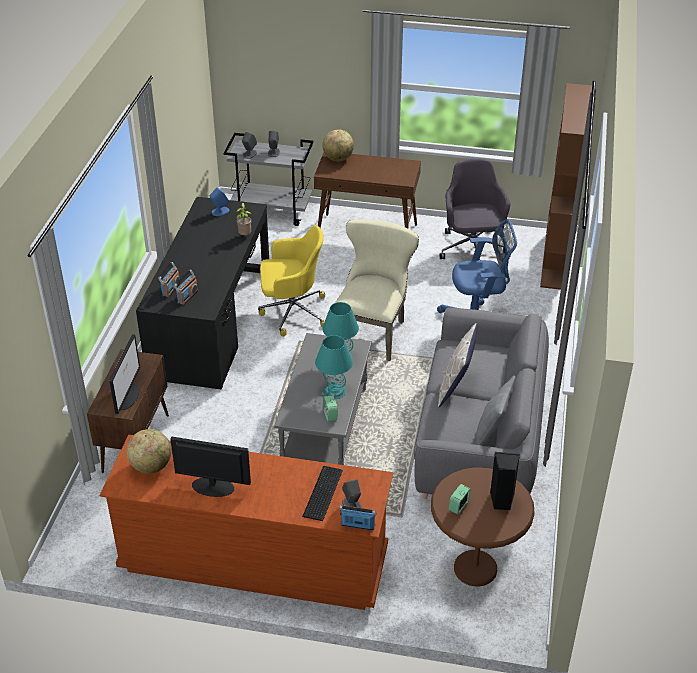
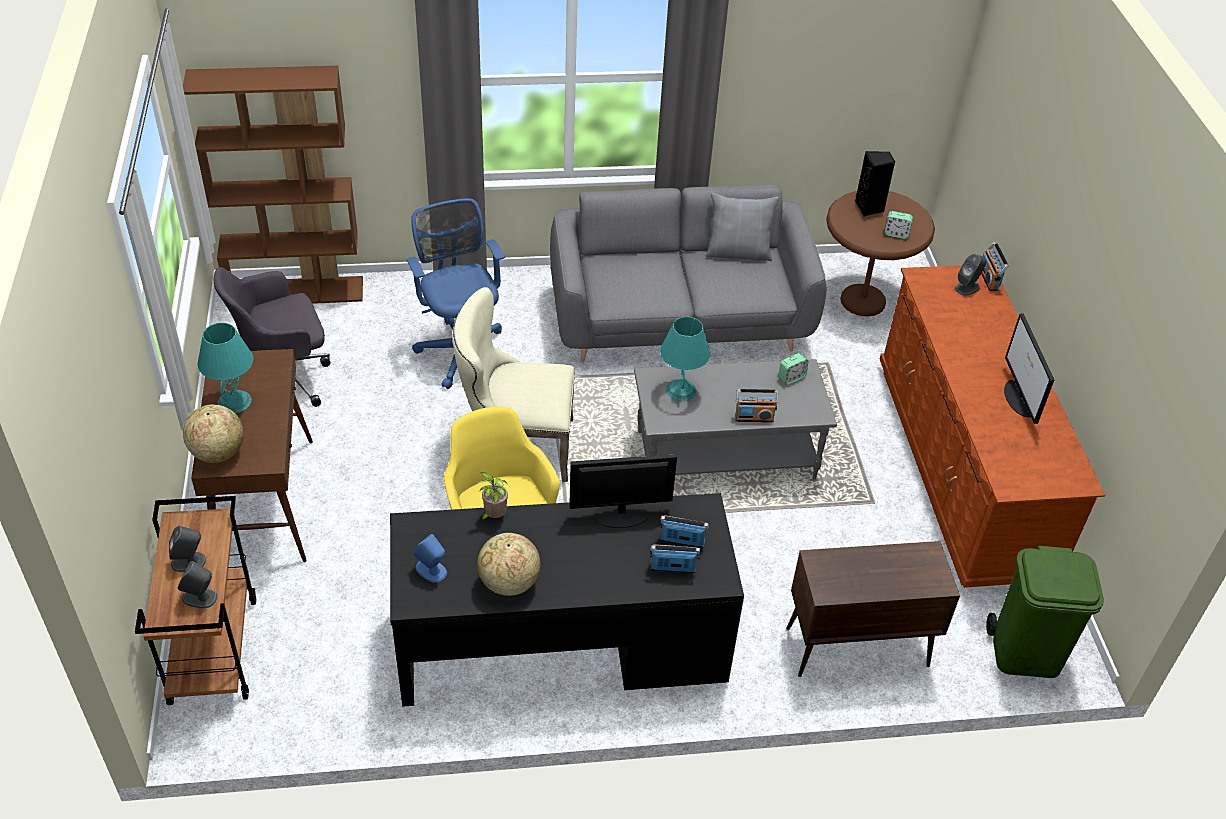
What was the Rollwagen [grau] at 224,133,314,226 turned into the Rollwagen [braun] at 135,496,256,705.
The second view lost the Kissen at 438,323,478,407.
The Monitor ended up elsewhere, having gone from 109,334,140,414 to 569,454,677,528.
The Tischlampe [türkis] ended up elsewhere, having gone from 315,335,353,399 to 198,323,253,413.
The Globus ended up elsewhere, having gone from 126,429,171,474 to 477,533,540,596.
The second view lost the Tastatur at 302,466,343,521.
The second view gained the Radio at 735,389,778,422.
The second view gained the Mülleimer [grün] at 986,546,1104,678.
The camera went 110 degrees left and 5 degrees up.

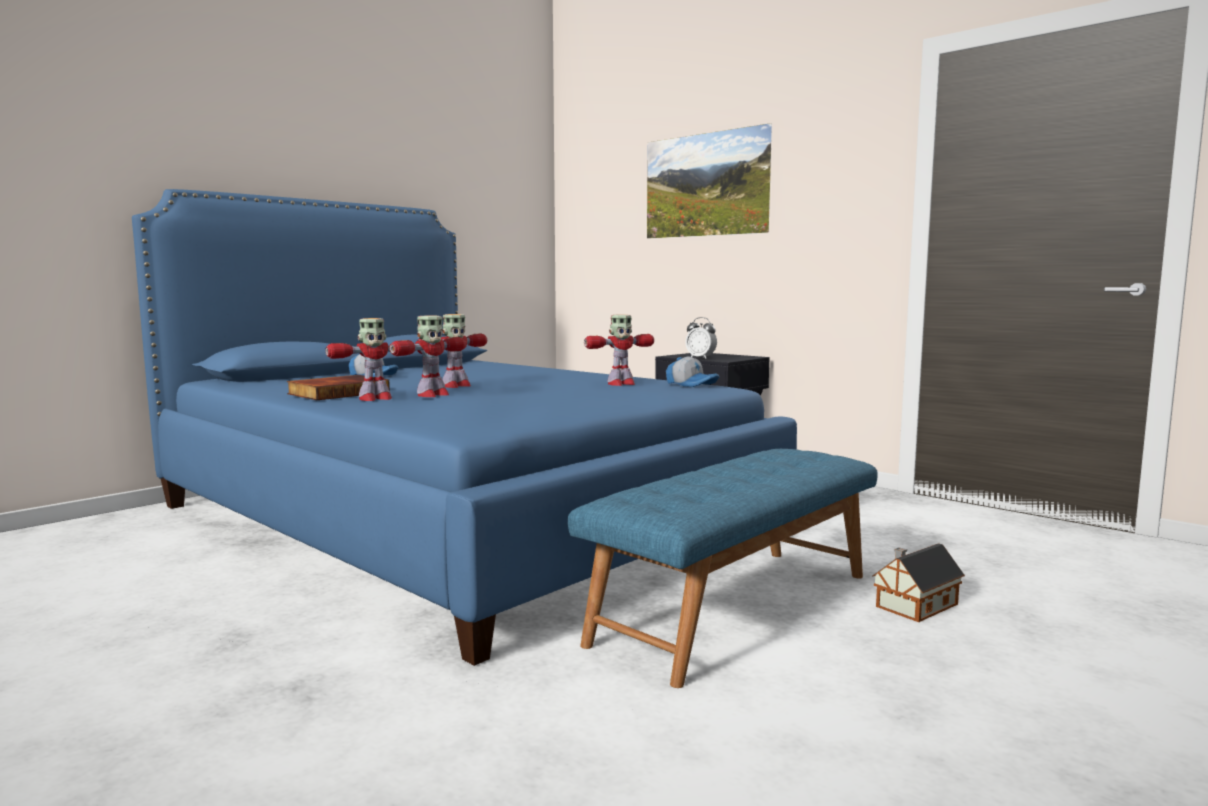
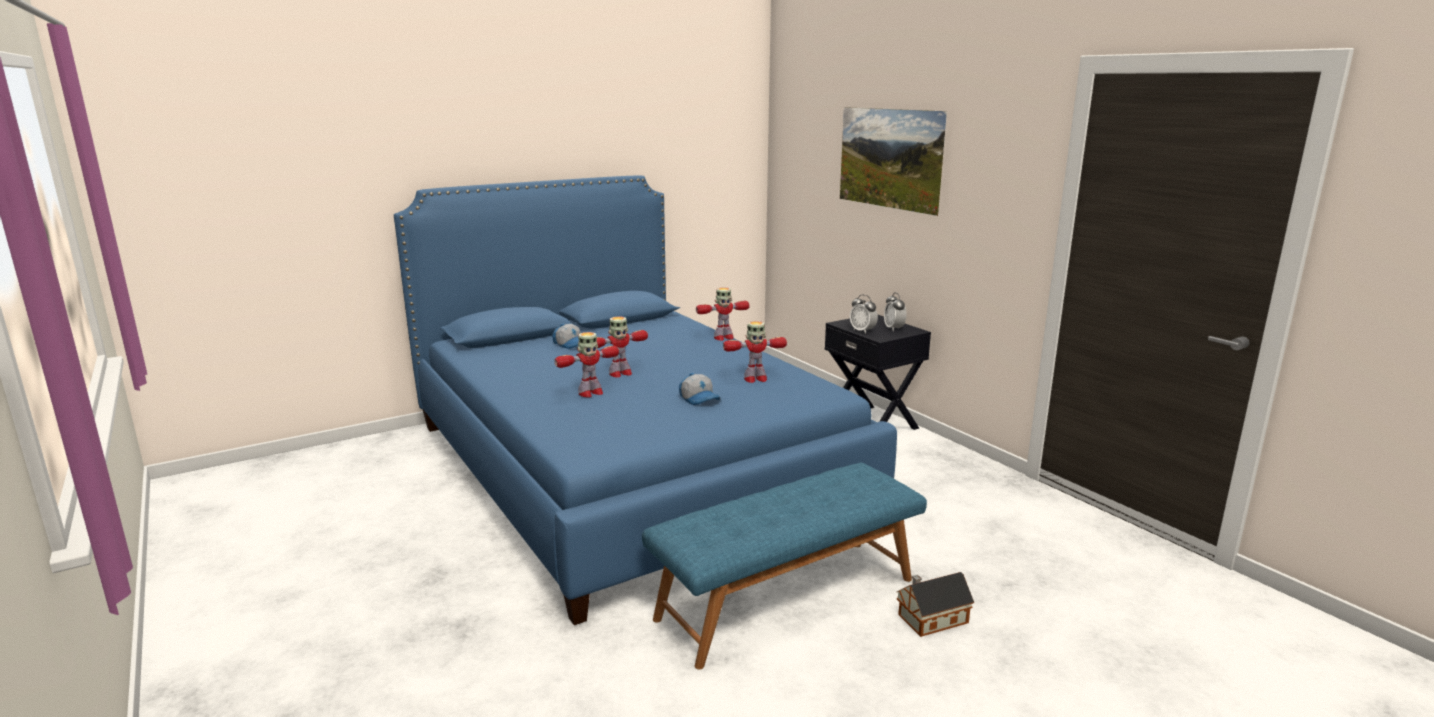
The Spielzeugroboter ended up elsewhere, having gone from 326,318,415,401 to 696,288,750,341.
The Kappe ended up elsewhere, having gone from 666,356,720,387 to 679,373,720,405.
The second view lost the Buch at 287,375,390,400.
The second view gained the Wecker at 884,292,907,331.
The camera went 15 degrees right and 10 degrees up.

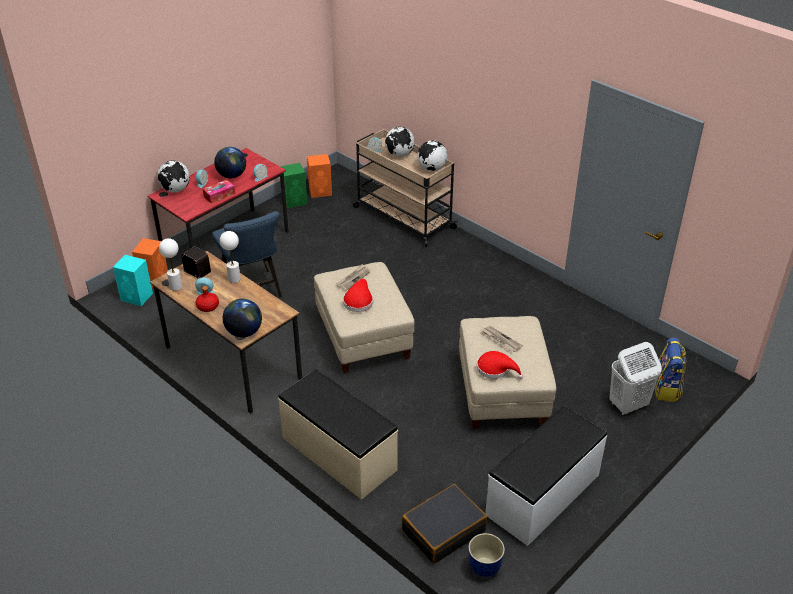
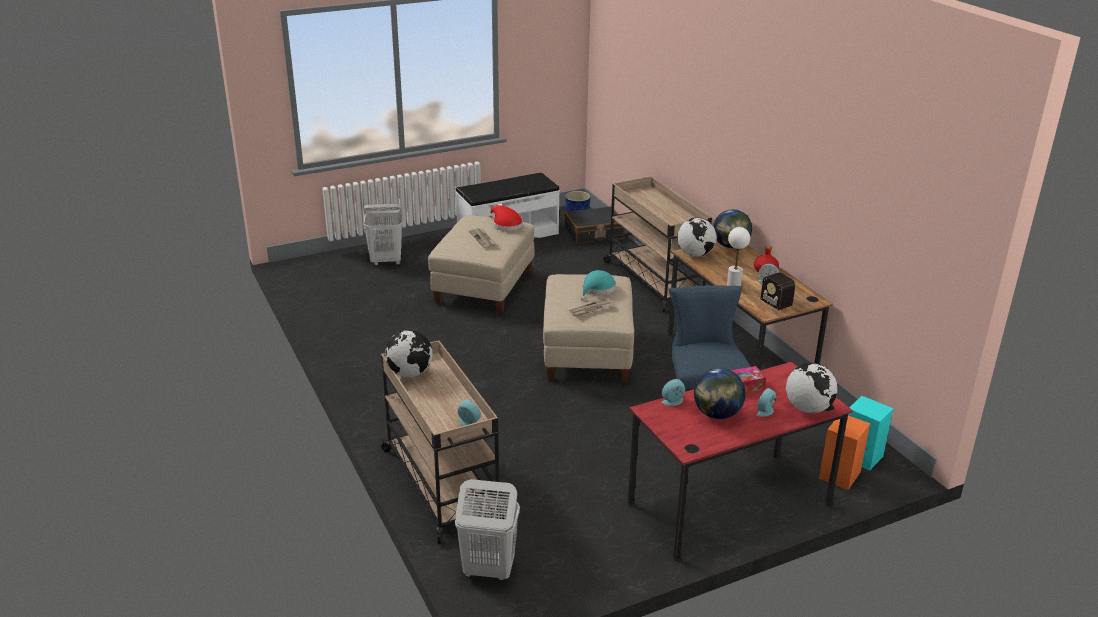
The Globus ended up elsewhere, having gone from 385,127,415,157 to 677,218,717,257.
The second view lost the Lautsprecher [orange] at 307,154,332,198.
The second view lost the Lautsprecher [grün] at 280,163,307,208.
The second view lost the Tischlampe [weiß] at 159,238,182,291.
What was the Hut [rot] at 343,279,373,312 turned into the Hut [türkis] at 581,270,616,301.
The second view lost the Rucksack at 655,338,687,402.
Where the Bank [beige] stood at 278,369,398,500, the Rollwagen [beige] came to stand at 603,176,712,313.
The second view gained the Wäschekorb [weiß] at 455,479,520,581.
The camera went 160 degrees left and 10 degrees down.

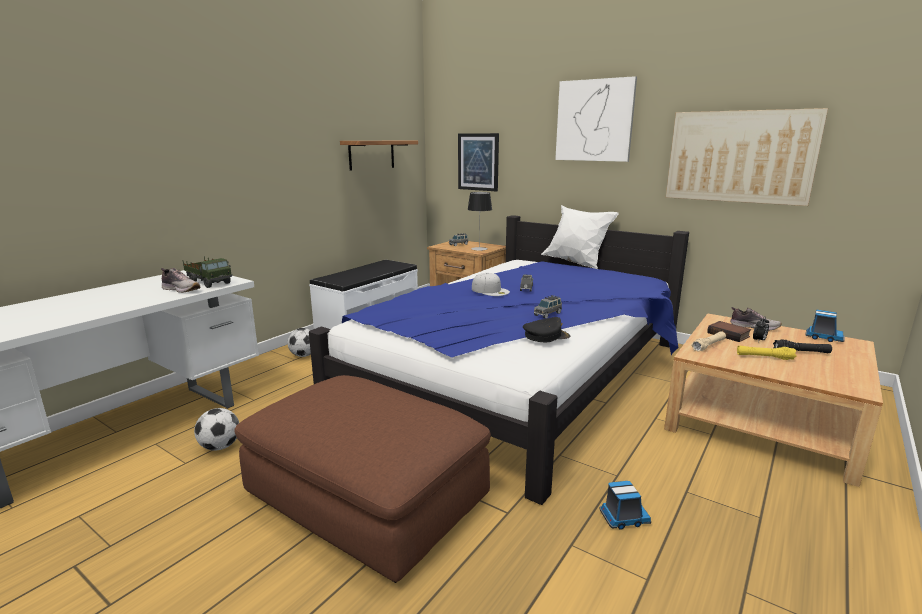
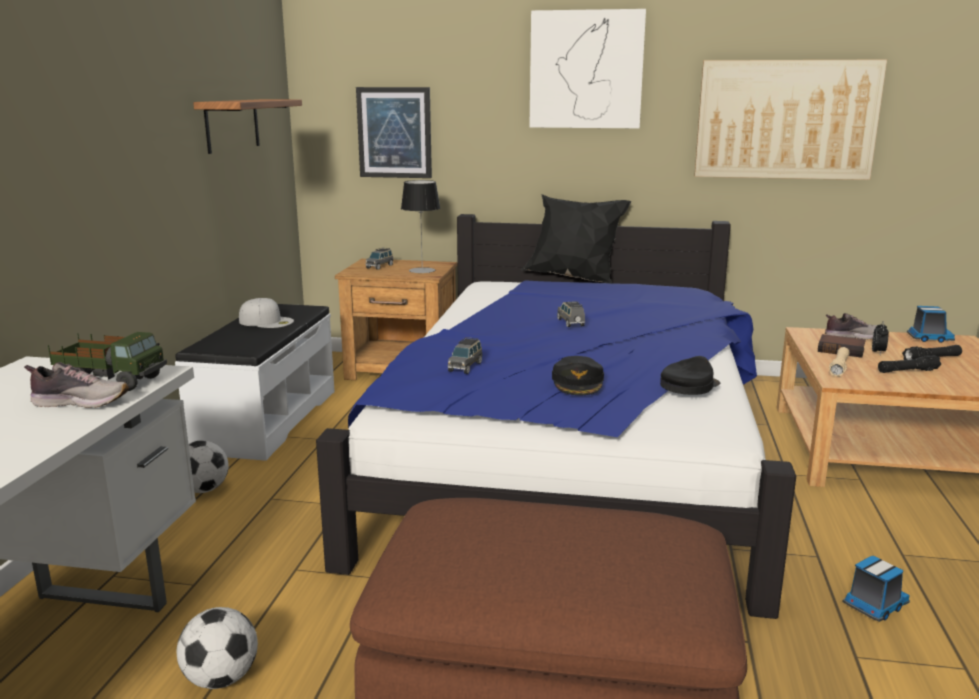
What was the Kissen [weiß] at 541,205,619,269 turned into the Kissen [schwarz] at 521,194,631,284.
The Kappe [weiß] ended up elsewhere, having gone from 472,273,510,296 to 239,298,294,328.
The Spielzeugauto [grau] ended up elsewhere, having gone from 534,295,562,319 to 448,337,482,374.
What was the Taschenlampe [gelb] at 737,346,796,360 turned into the Taschenlampe [schwarz] at 878,355,941,373.
The second view gained the Kappe [schwarz] at 552,356,604,395.
The camera went 25 degrees left and 0 degrees up.

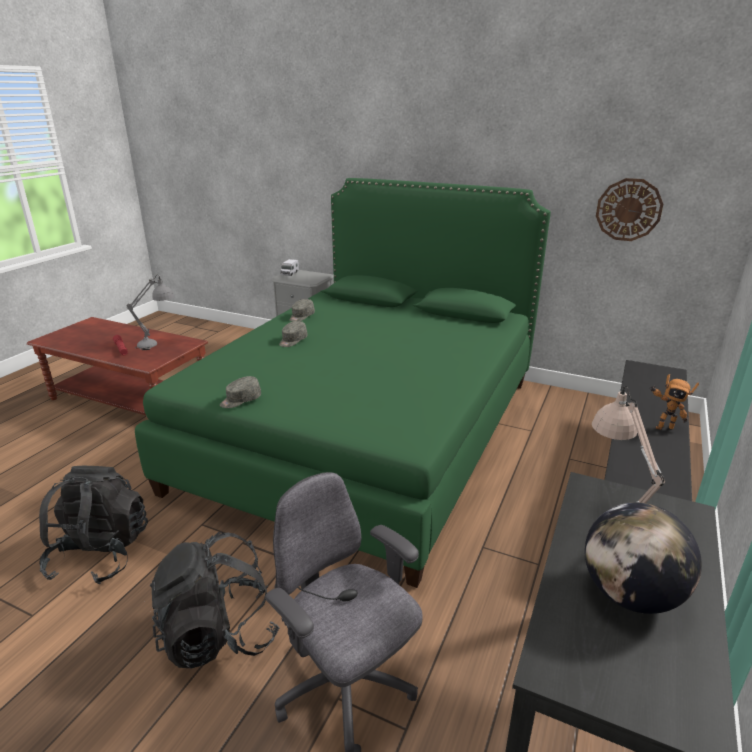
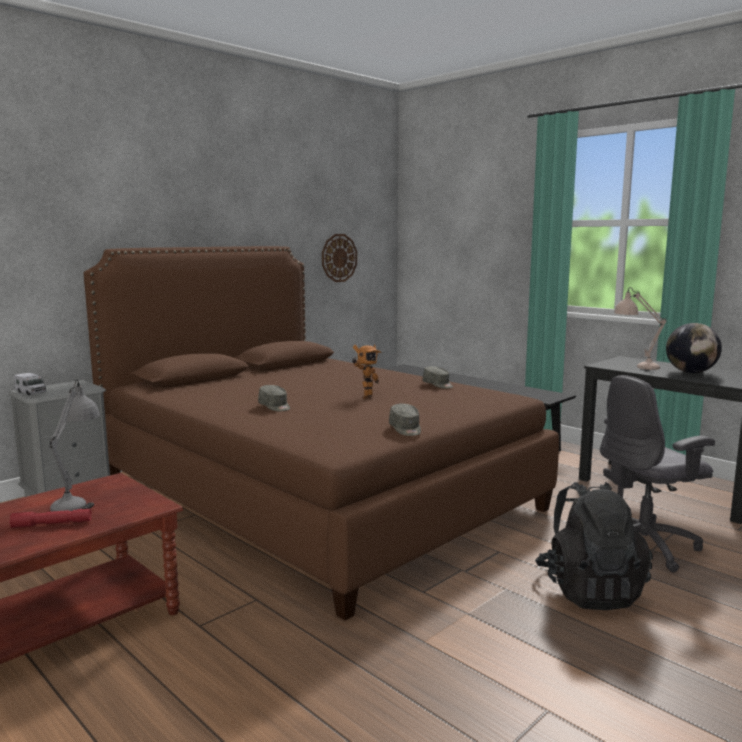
What was the Bett [grün] at 135,178,551,588 turned into the Bett [braun] at 84,246,559,620.
The Kappe [grau] ended up elsewhere, having gone from 290,299,315,322 to 423,366,453,389.
The Spielzeugroboter ended up elsewhere, having gone from 649,374,699,430 to 352,345,381,399.
The second view lost the Rucksack [schwarz] at 39,466,148,584.
The camera went 70 degrees left and 15 degrees down.

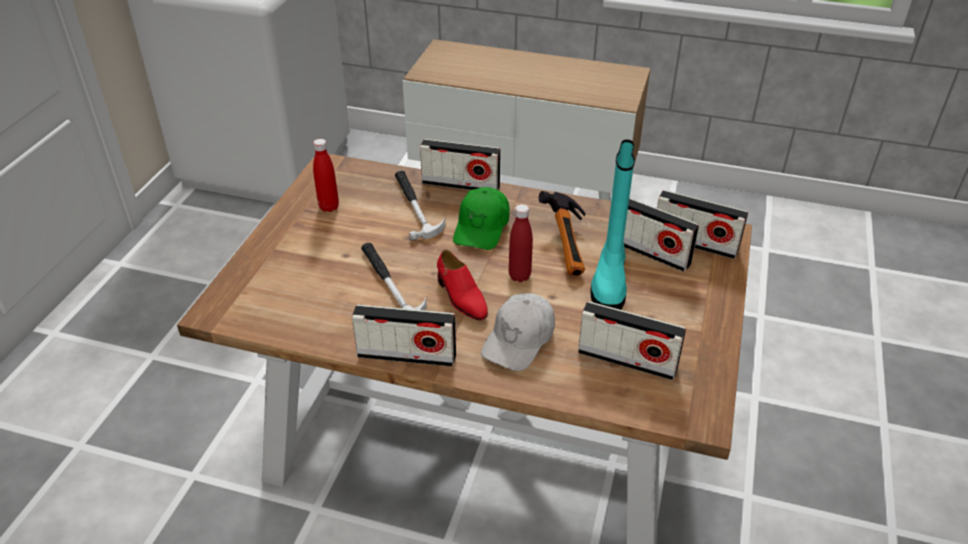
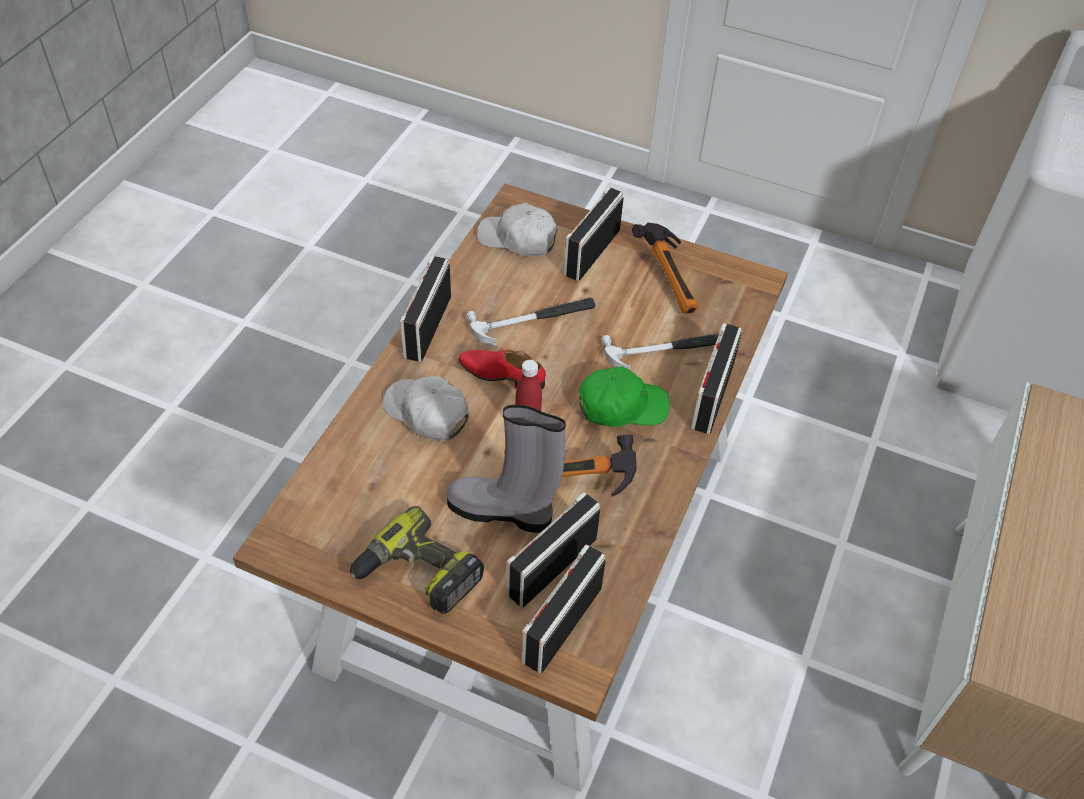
Where the Flasche [rot] stood at 313,139,339,212, the Hammer came to stand at 632,223,699,313.
What was the Stiefel [türkis] at 590,139,635,310 turned into the Stiefel [grau] at 447,405,566,533.
The Kappe [grün] at 453,187,510,250 ended up facing another way, 150 degrees clockwise from before.
The Schuh [rot] at 437,250,488,320 ended up facing another way, 45 degrees clockwise from before.
The Radio ended up elsewhere, having gone from 578,301,686,380 to 563,187,623,281.
The second view gained the Kappe [weiß] at 477,203,558,256.
The second view gained the Bohrmaschine at 350,506,484,614.
The camera went 95 degrees right and 10 degrees up.

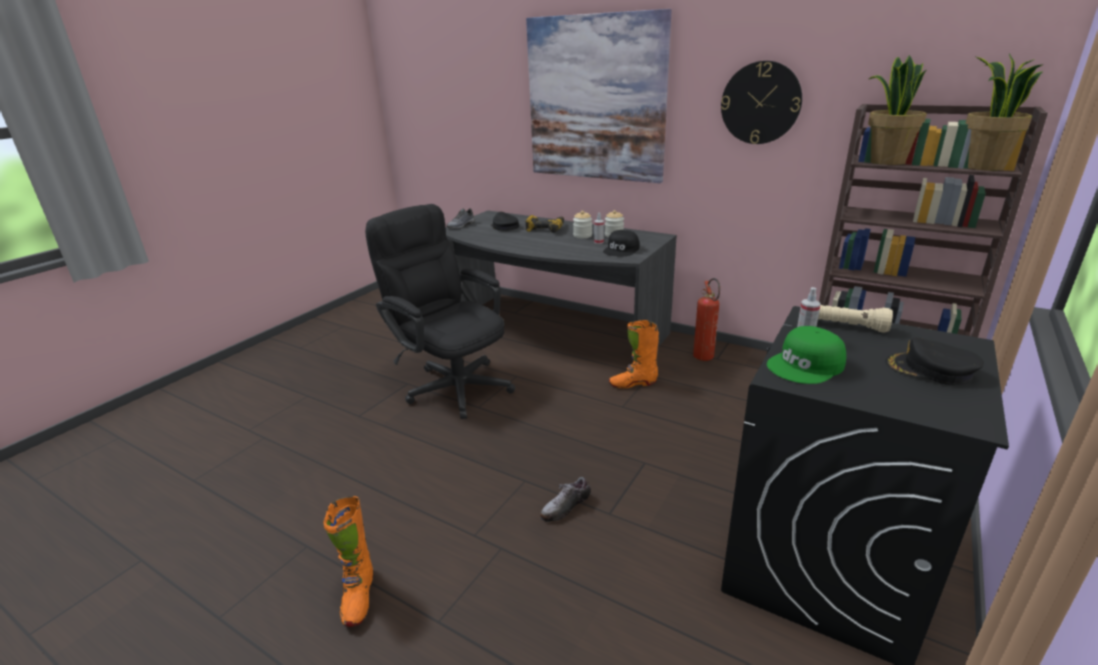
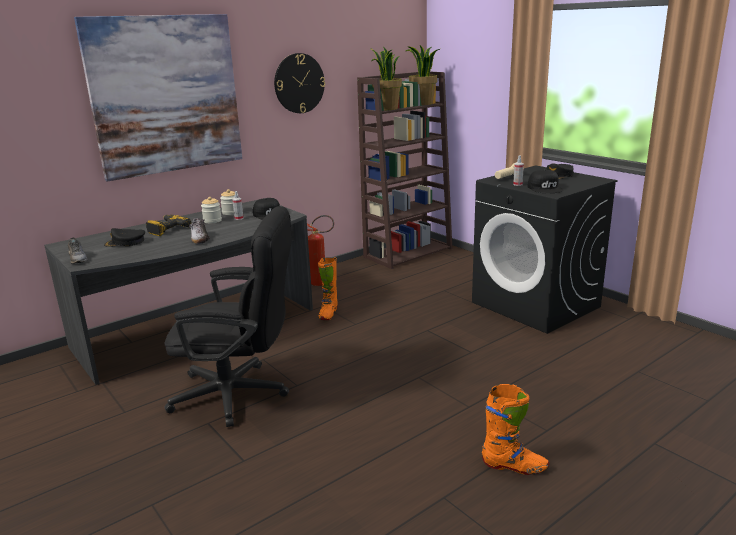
The Bürostuhl [schwarz] at 365,204,515,419 ended up facing another way, 150 degrees counterclockwise from before.
What was the Kappe [grün] at 767,326,846,384 turned into the Kappe [schwarz] at 527,170,564,193.
The Schuh ended up elsewhere, having gone from 541,477,591,522 to 189,218,210,244.
The camera went 70 degrees left and 5 degrees down.

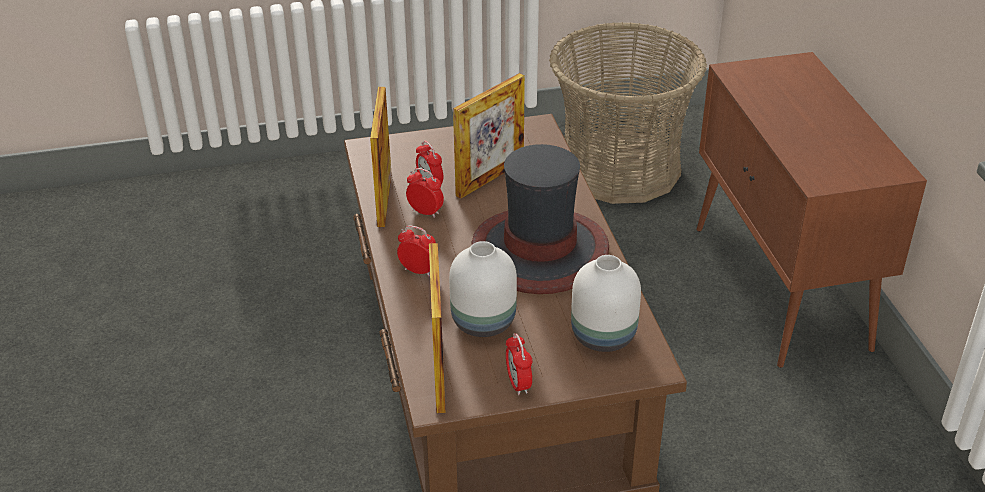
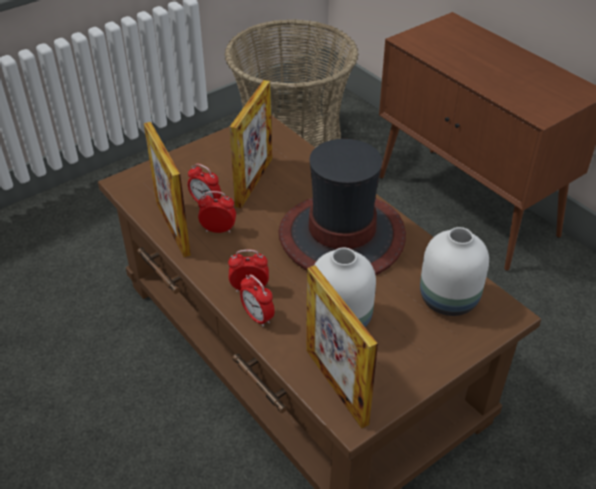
The Wecker ended up elsewhere, having gone from 506,334,532,395 to 240,275,275,327.
The camera went 25 degrees left and 5 degrees up.

